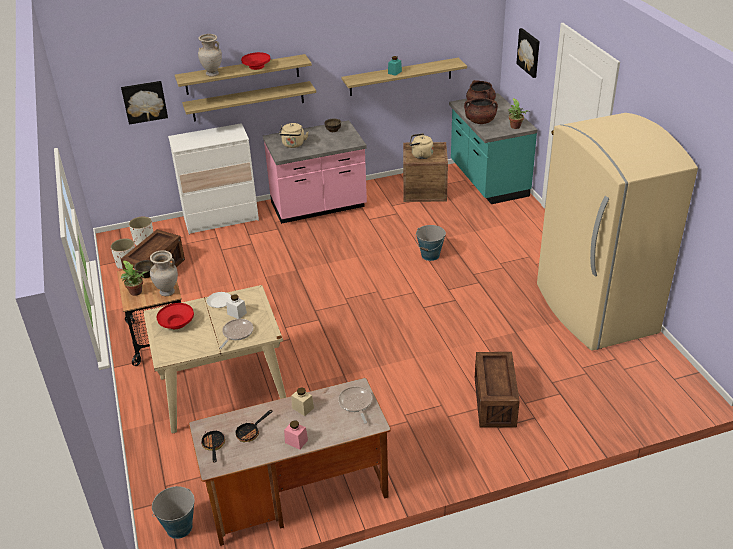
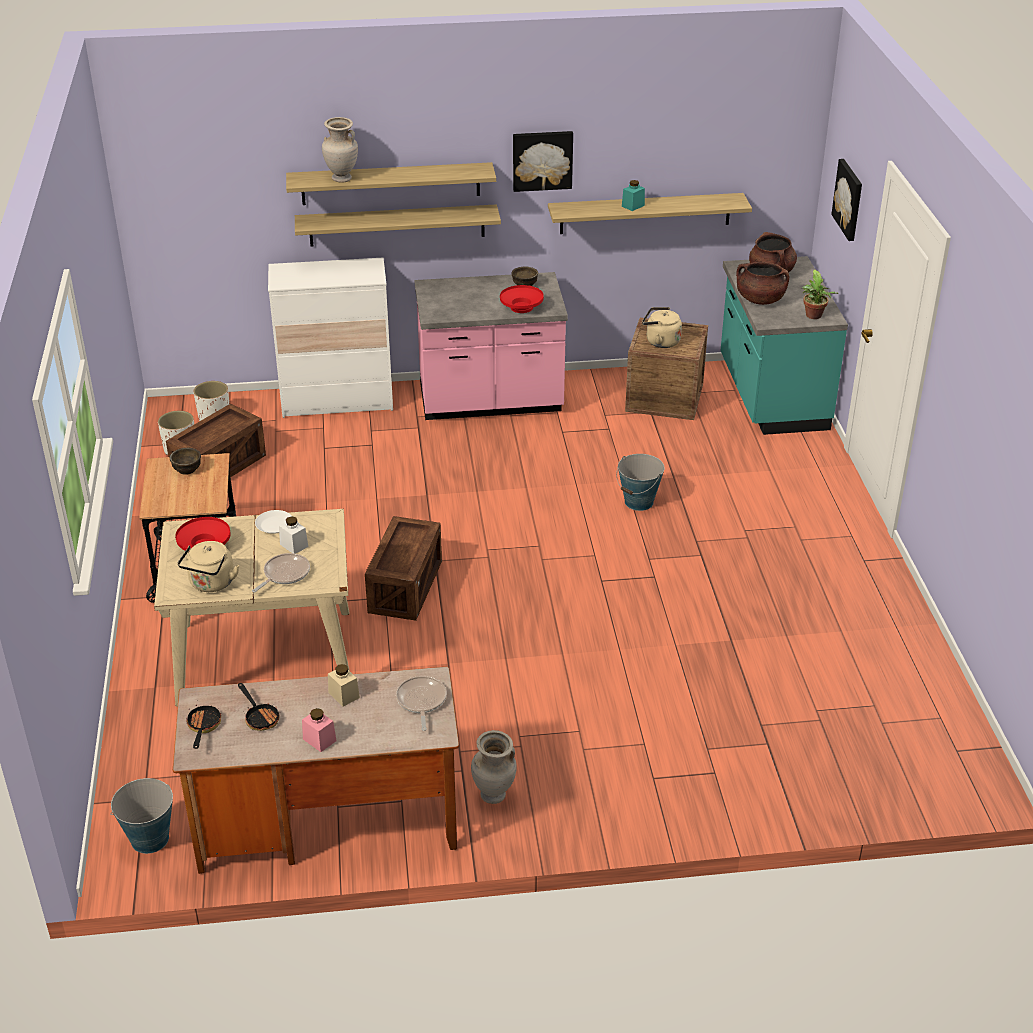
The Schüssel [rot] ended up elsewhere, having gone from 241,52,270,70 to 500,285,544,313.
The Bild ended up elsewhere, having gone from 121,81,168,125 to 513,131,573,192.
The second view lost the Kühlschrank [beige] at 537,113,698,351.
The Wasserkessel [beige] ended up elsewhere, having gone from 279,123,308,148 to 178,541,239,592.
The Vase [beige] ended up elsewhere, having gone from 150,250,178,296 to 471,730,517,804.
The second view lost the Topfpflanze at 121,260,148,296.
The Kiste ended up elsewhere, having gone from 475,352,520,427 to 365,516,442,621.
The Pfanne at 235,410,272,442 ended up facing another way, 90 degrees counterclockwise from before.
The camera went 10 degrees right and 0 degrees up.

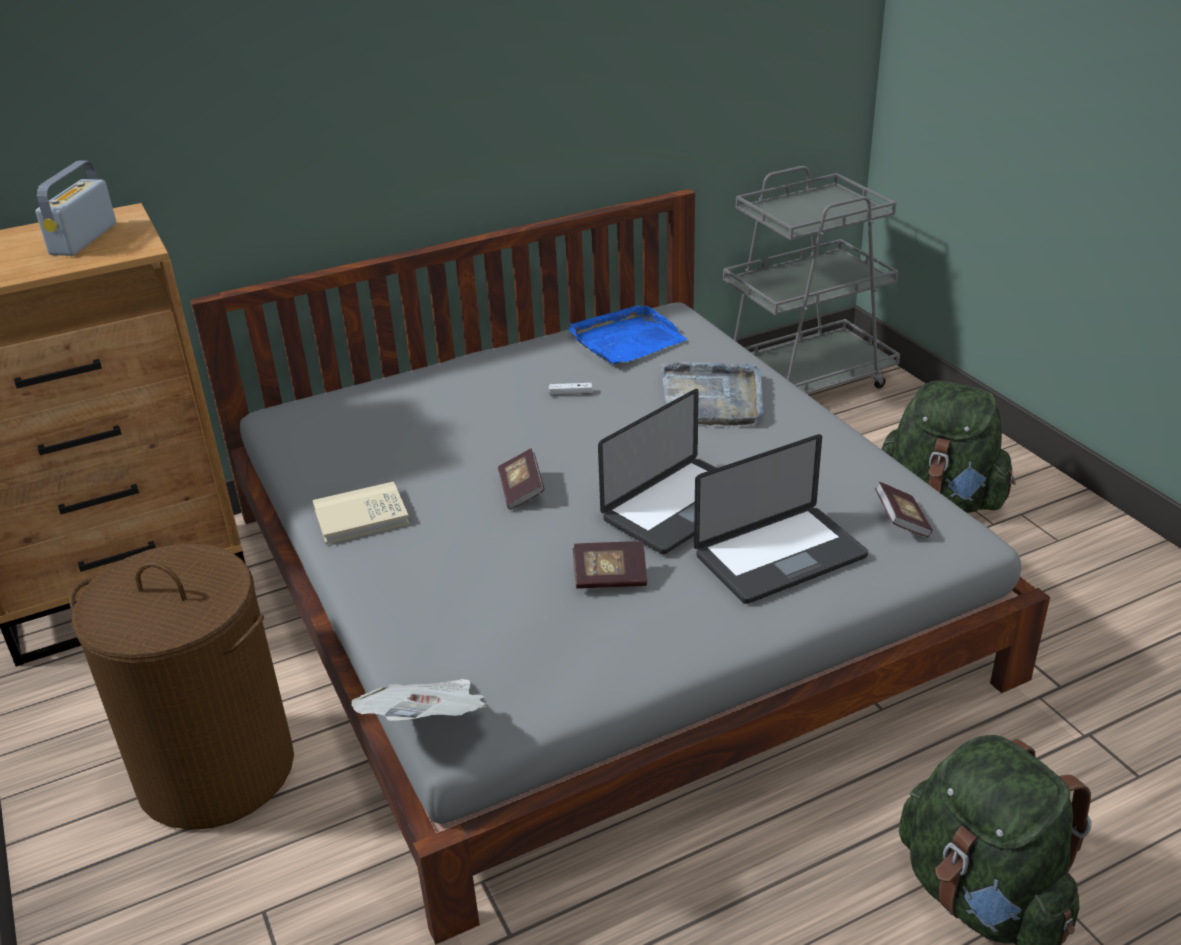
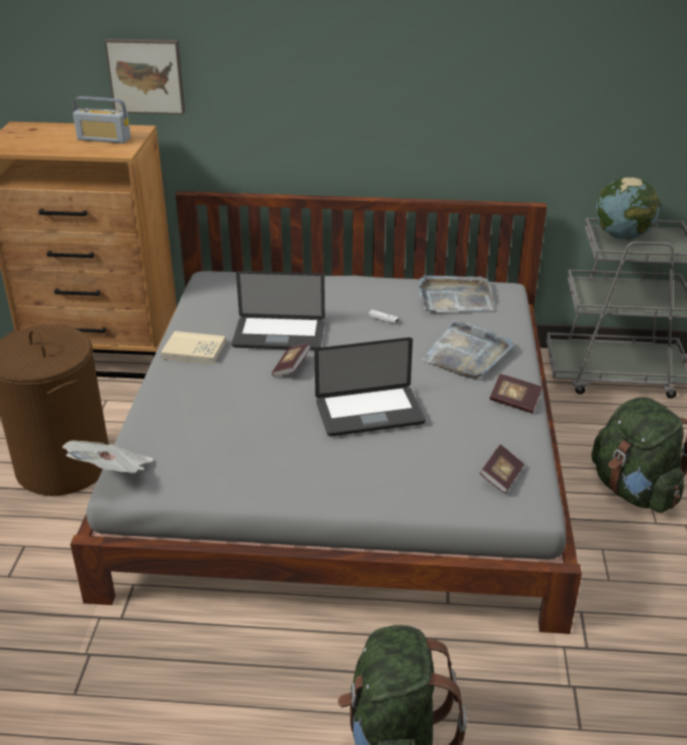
The Radio at 35,160,116,256 ended up facing another way, 120 degrees counterclockwise from before.
What was the Tablett [blau] at 569,305,687,365 turned into the Tablett [grau] at 419,275,494,312.
The Laptop ended up elsewhere, having gone from 694,434,868,604 to 232,271,325,350.
The Buch ended up elsewhere, having gone from 573,541,647,589 to 490,374,542,413.
The second view gained the Bild at 104,38,185,114.
The second view gained the Globus at 596,177,660,240.
The camera went 30 degrees right and 0 degrees up.

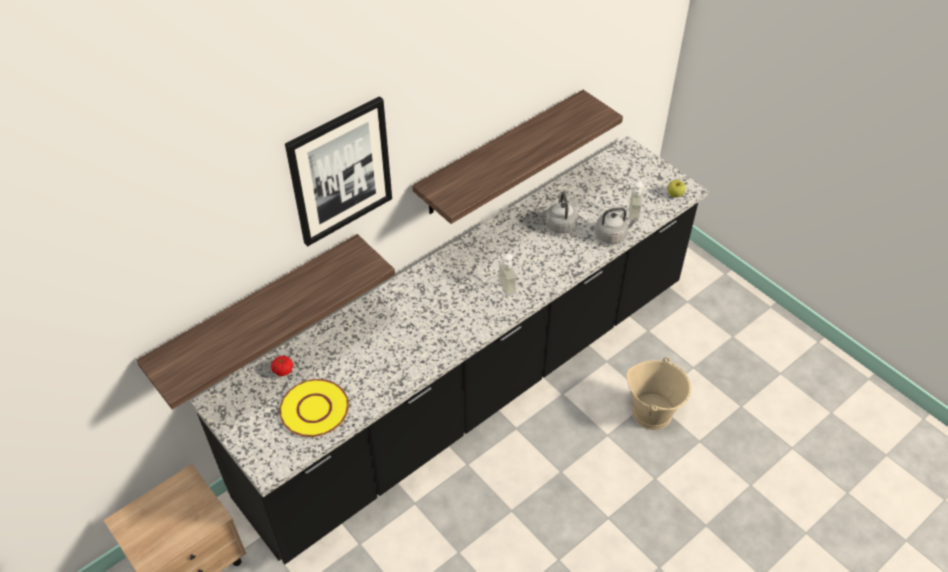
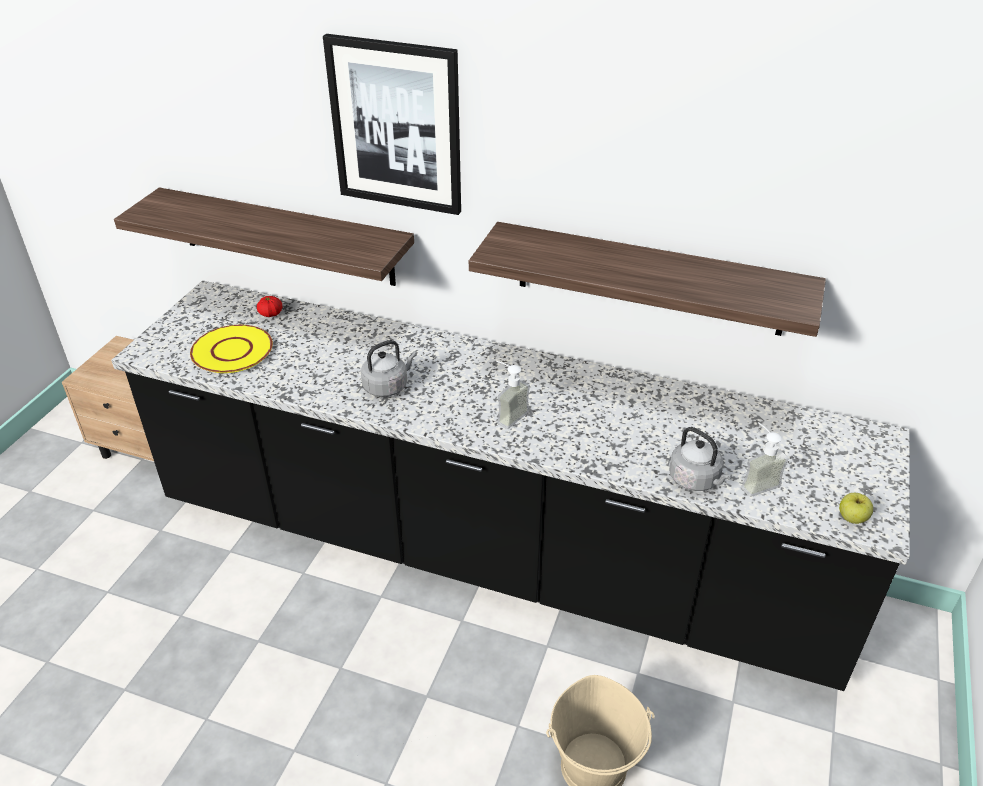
The Wasserkessel [grau] ended up elsewhere, having gone from 546,193,578,234 to 361,340,417,397.
The camera went 60 degrees right and 10 degrees down.

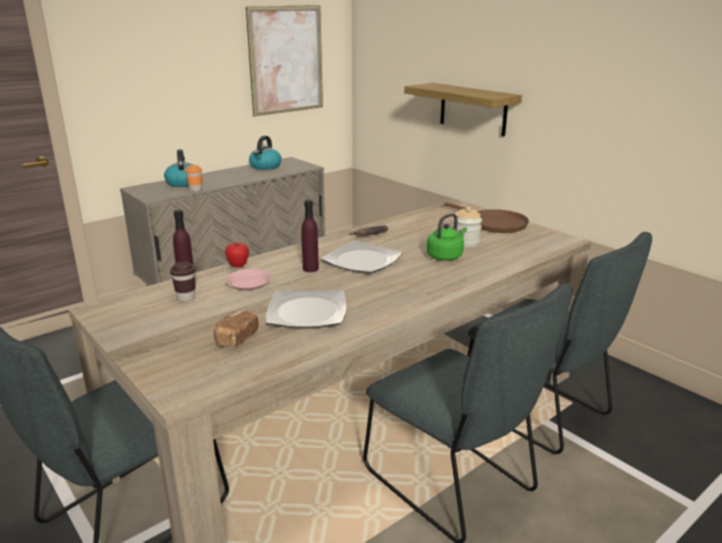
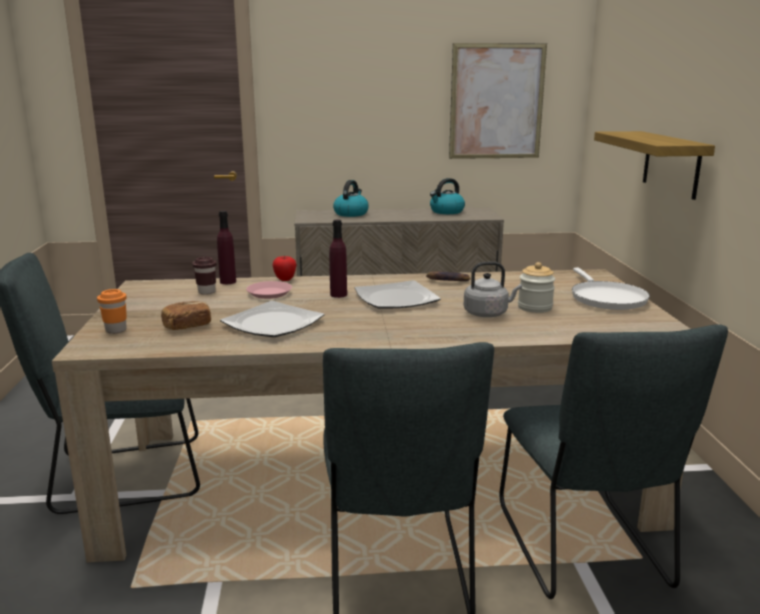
The Tasse [orange] ended up elsewhere, having gone from 185,165,202,192 to 97,289,127,334.
What was the Pfanne [braun] at 444,202,529,233 turned into the Pfanne [weiß] at 572,268,650,310.
What was the Wasserkessel [grün] at 426,213,467,261 turned into the Wasserkessel [grau] at 464,262,522,317.
The camera went 35 degrees right and 5 degrees down.

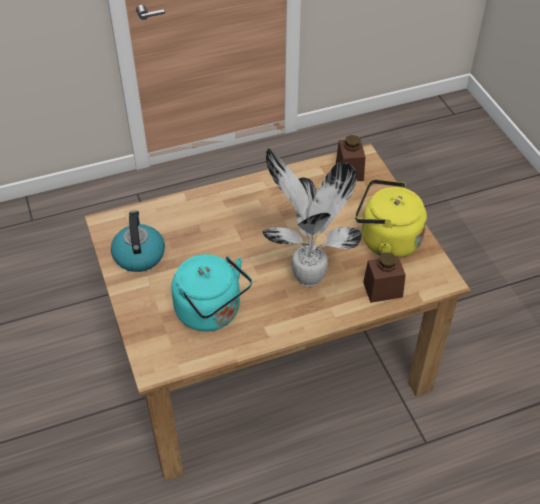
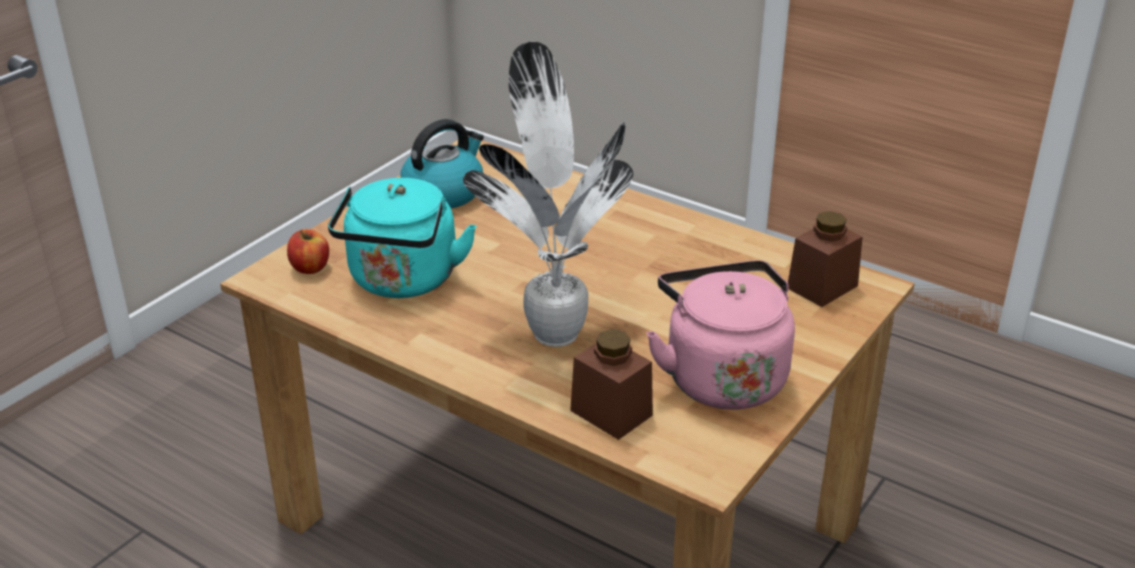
What was the Wasserkessel [gelb] at 355,179,427,258 turned into the Wasserkessel [rosa] at 646,260,795,410.
The second view gained the Apfel at 287,229,329,274.
The camera went 55 degrees right and 15 degrees down.

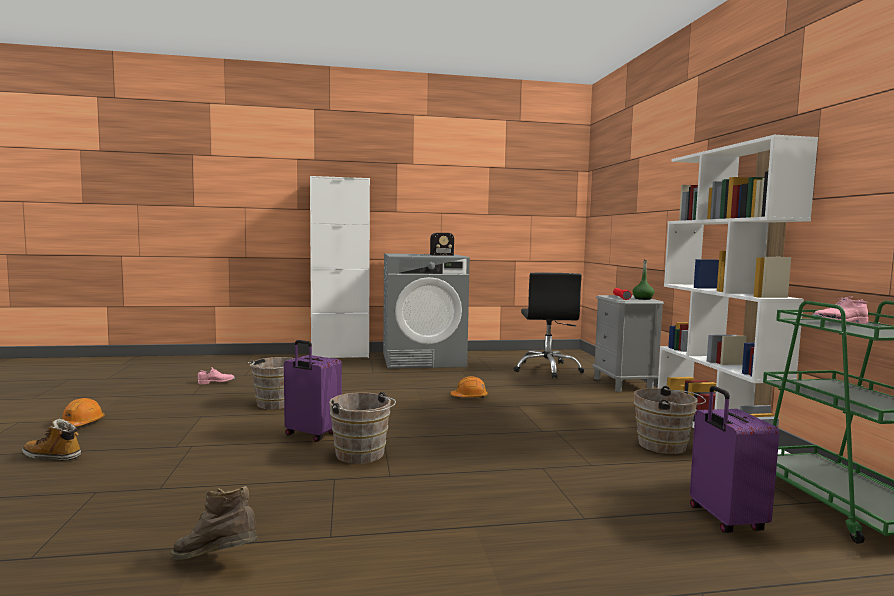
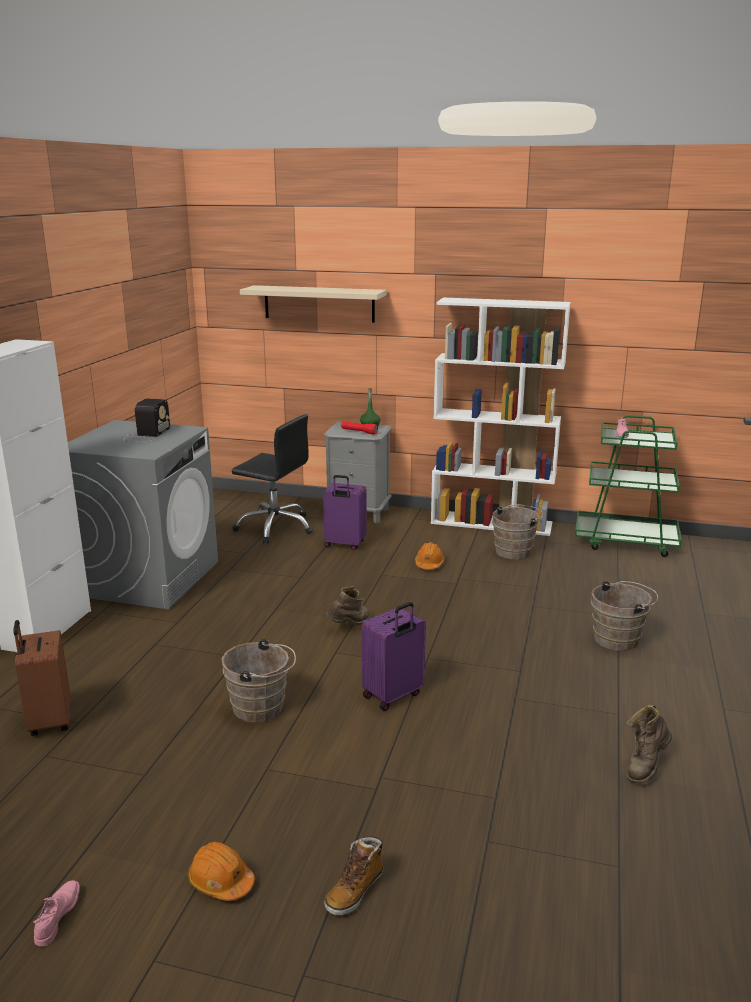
The Schuh [rosa] ended up elsewhere, having gone from 198,367,235,384 to 33,880,80,947.
The Schutzhelm [orange] ended up elsewhere, having gone from 450,376,488,398 to 415,542,444,569.
The Koffer [lila] ended up elsewhere, having gone from 690,386,779,533 to 323,475,367,550.
The Eimer [braun] ended up elsewhere, having gone from 329,392,396,464 to 591,581,658,651.
The second view gained the Wandregal [beige] at 240,285,387,323.
The second view gained the Stiefel [braun] at 326,586,370,625.
The second view gained the Koffer [braun] at 13,620,71,736.
The camera went 65 degrees left and 15 degrees up.

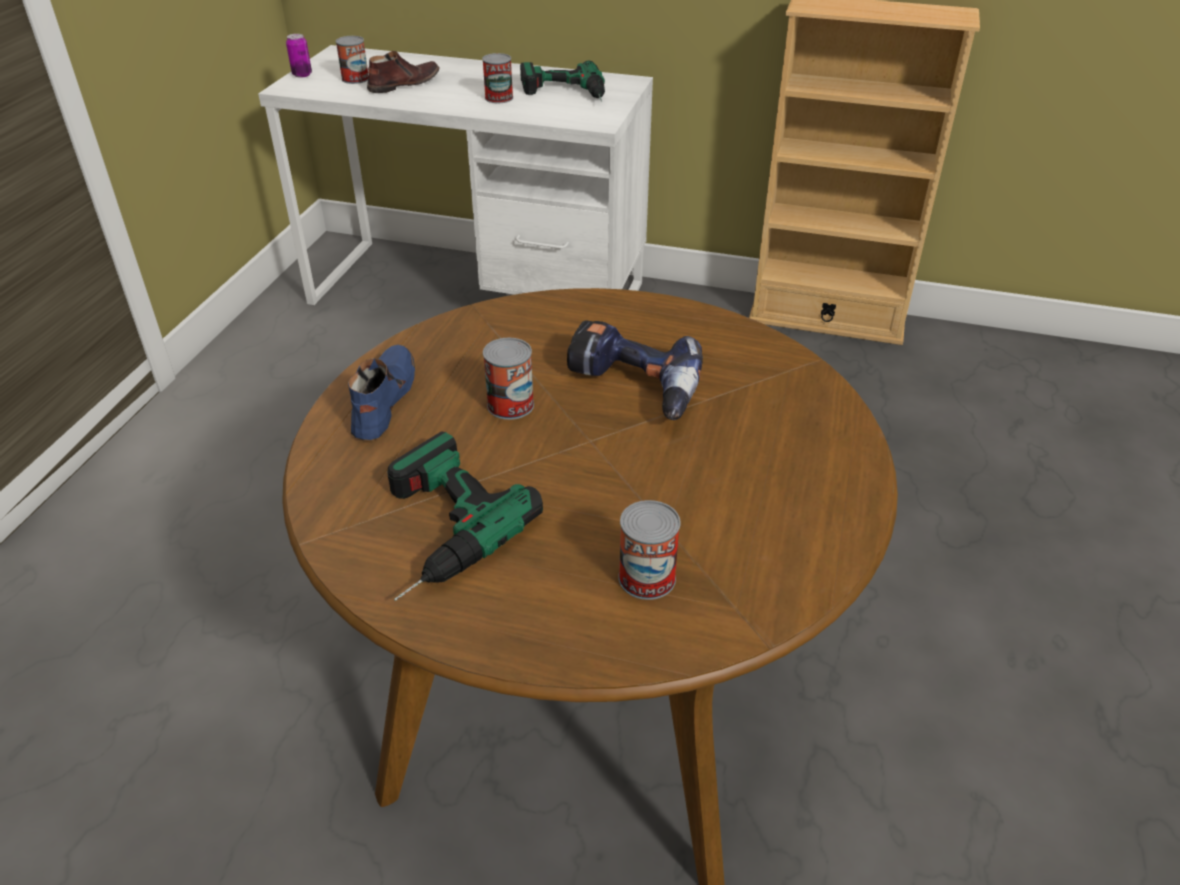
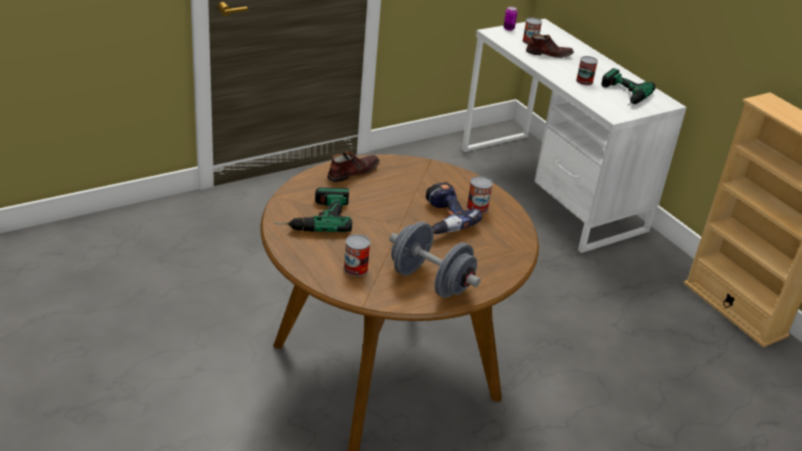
The Dose ended up elsewhere, having gone from 483,338,534,420 to 467,176,493,214.
What was the Schuh [blau] at 348,345,415,440 turned into the Schuh [braun] at 327,151,380,182.
The second view gained the Hantel [grau] at 390,221,481,298.
The camera went 40 degrees right and 5 degrees down.

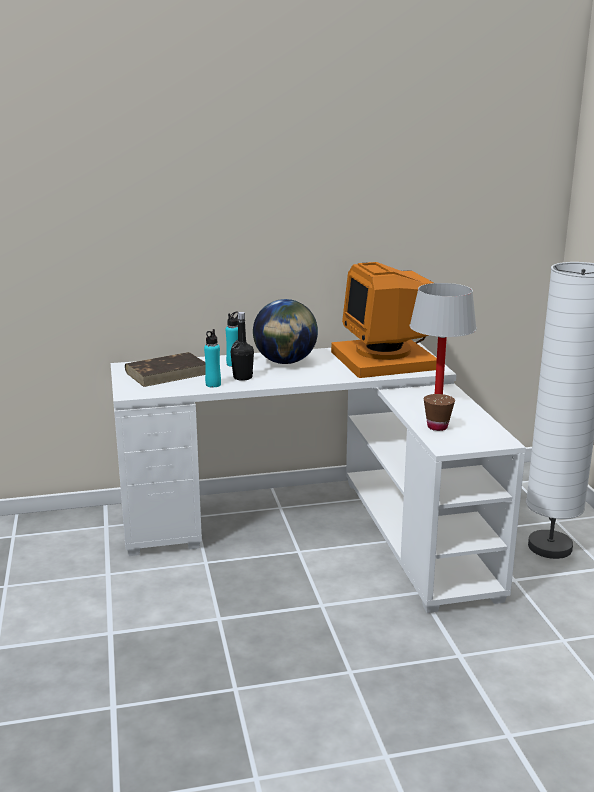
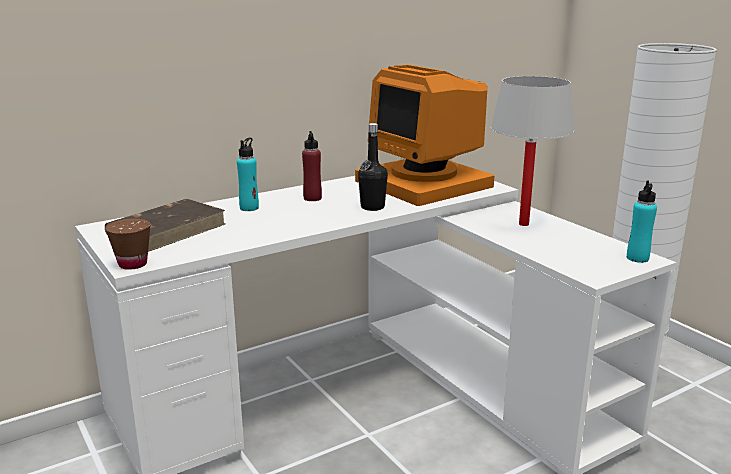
Where the Globus stood at 253,299,318,364, the Flasche [rot] came to stand at 302,131,322,201.
The Flasche [schwarz] ended up elsewhere, having gone from 230,312,254,381 to 358,123,388,211.
The Flasche [türkis] ended up elsewhere, having gone from 204,329,221,387 to 627,180,657,263.
The Tasse [braun] ended up elsewhere, having gone from 424,394,455,431 to 105,218,151,270.
The camera went 20 degrees left and 0 degrees up.

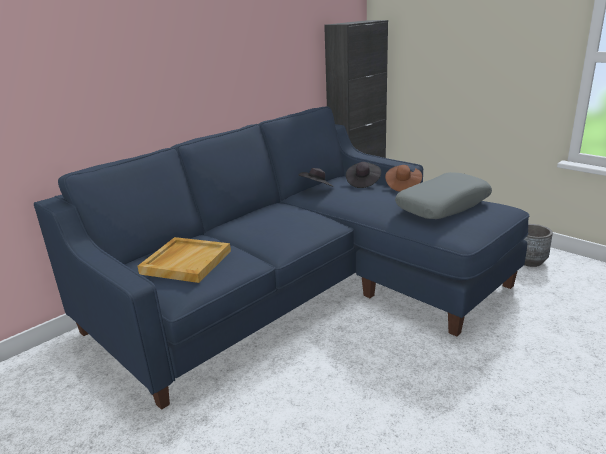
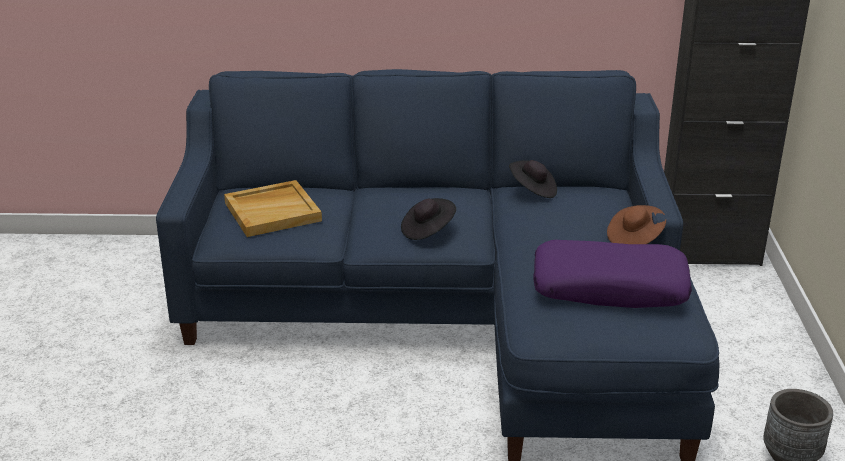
The Hut [schwarz] ended up elsewhere, having gone from 346,162,381,188 to 401,198,456,240.
What was the Kissen [grau] at 395,172,492,219 turned into the Kissen [lila] at 533,240,692,308.
The camera went 45 degrees right and 5 degrees up.

